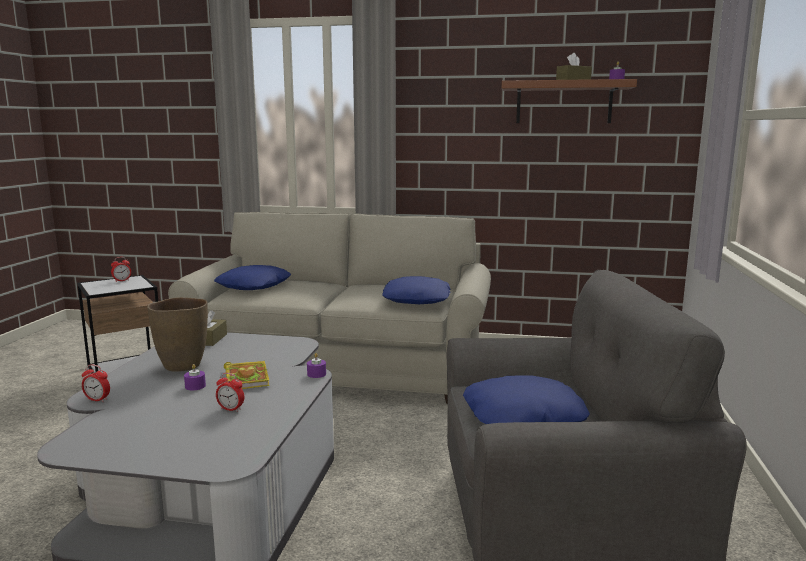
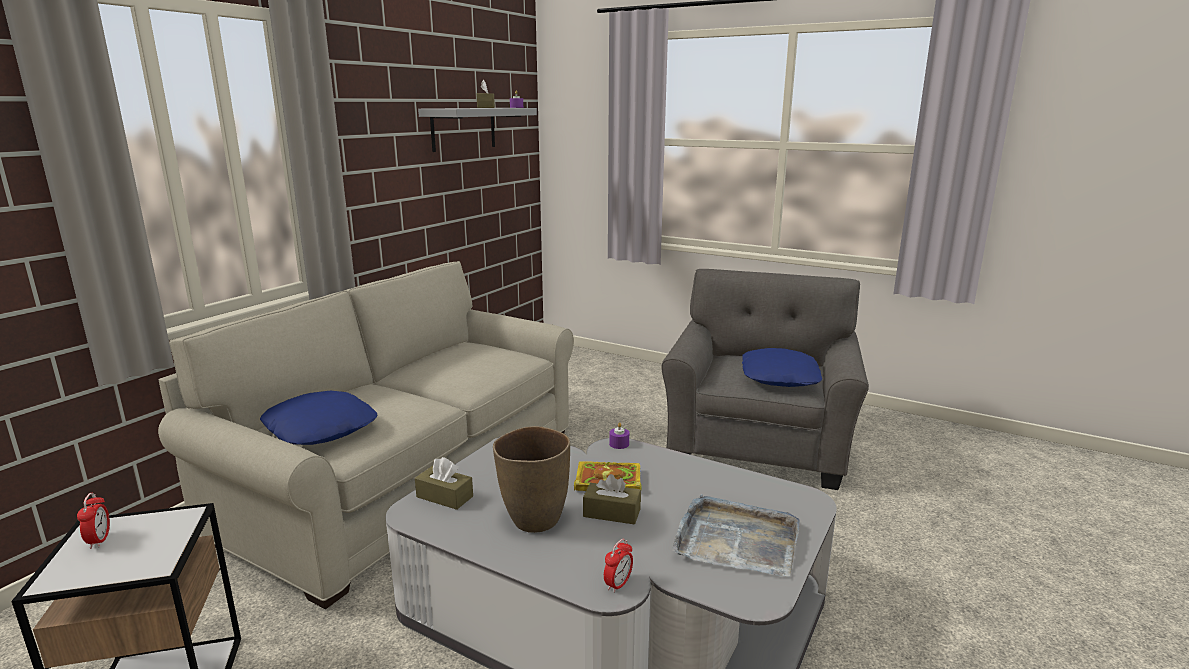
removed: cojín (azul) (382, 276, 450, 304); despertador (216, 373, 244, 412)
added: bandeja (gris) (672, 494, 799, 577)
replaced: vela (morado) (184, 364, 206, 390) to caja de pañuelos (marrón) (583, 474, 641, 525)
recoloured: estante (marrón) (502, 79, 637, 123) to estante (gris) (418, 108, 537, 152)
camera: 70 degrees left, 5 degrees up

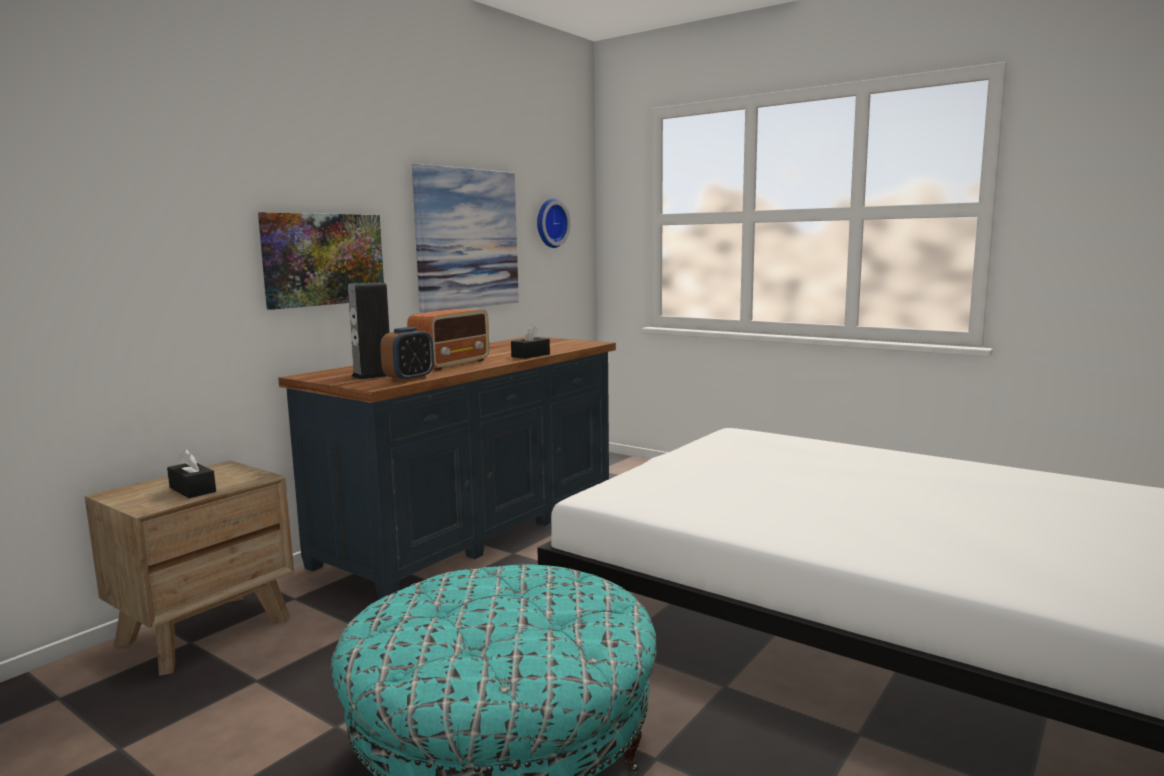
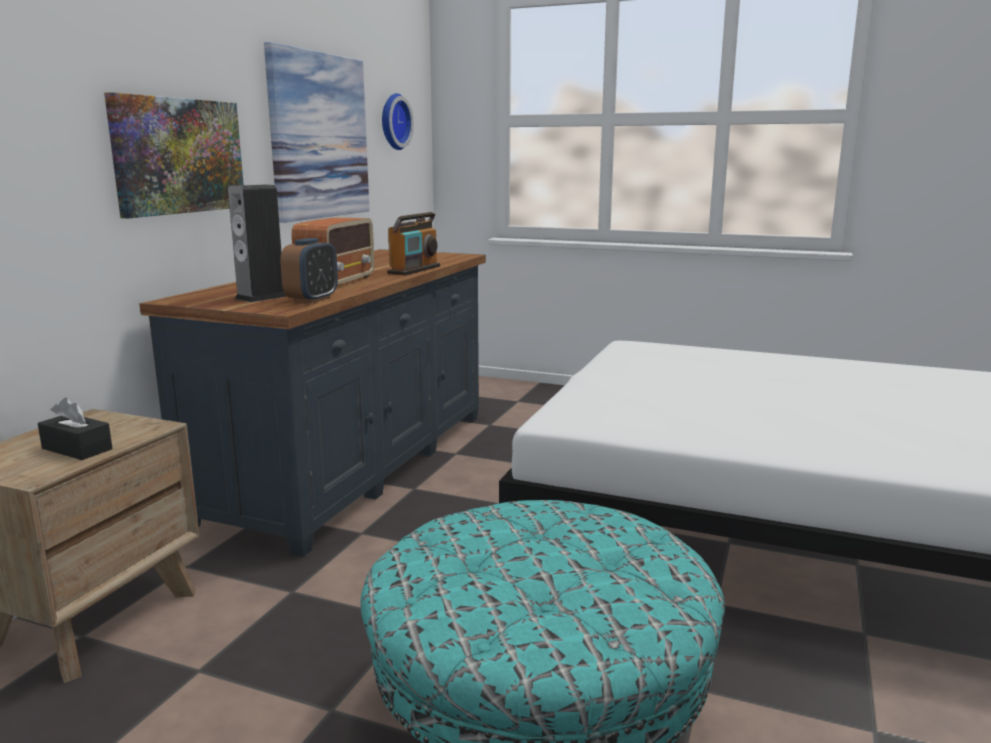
replaced: caja de pañuelos (negro) (511, 325, 550, 359) to radio (387, 212, 440, 275)
camera: 15 degrees left, 5 degrees up

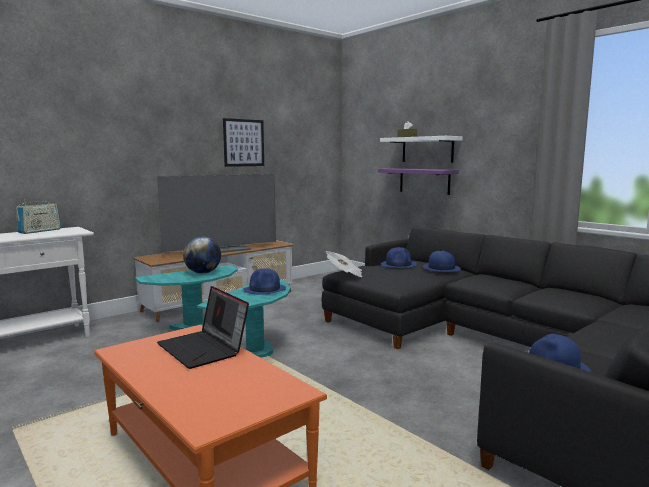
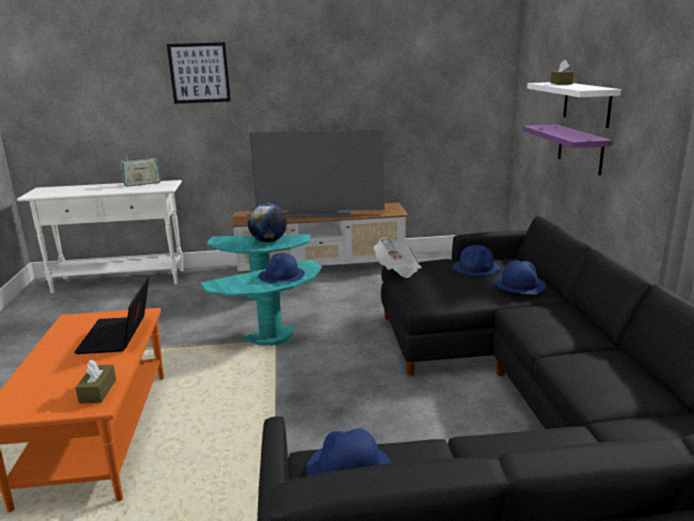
added: caja de pañuelos (marrón) (75, 360, 116, 404)
moved: cuadro (223, 118, 264, 167) to (167, 42, 231, 104)
camera: 35 degrees right, 10 degrees up

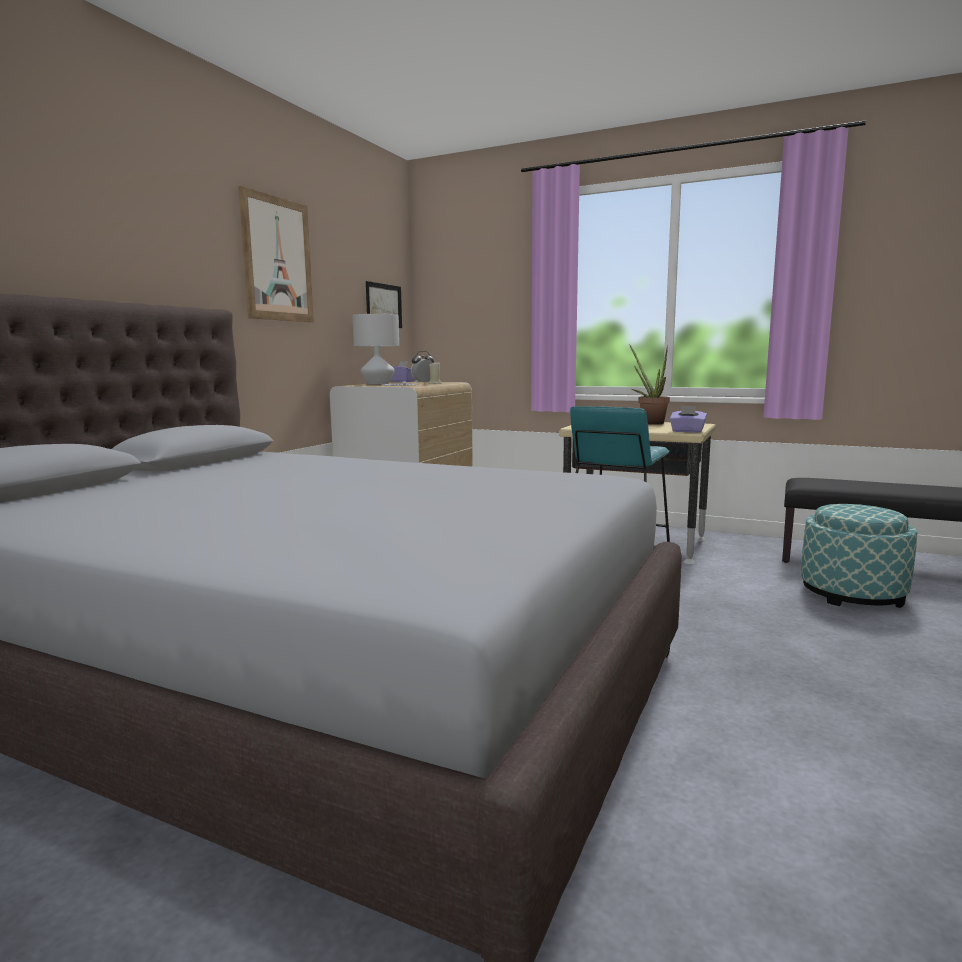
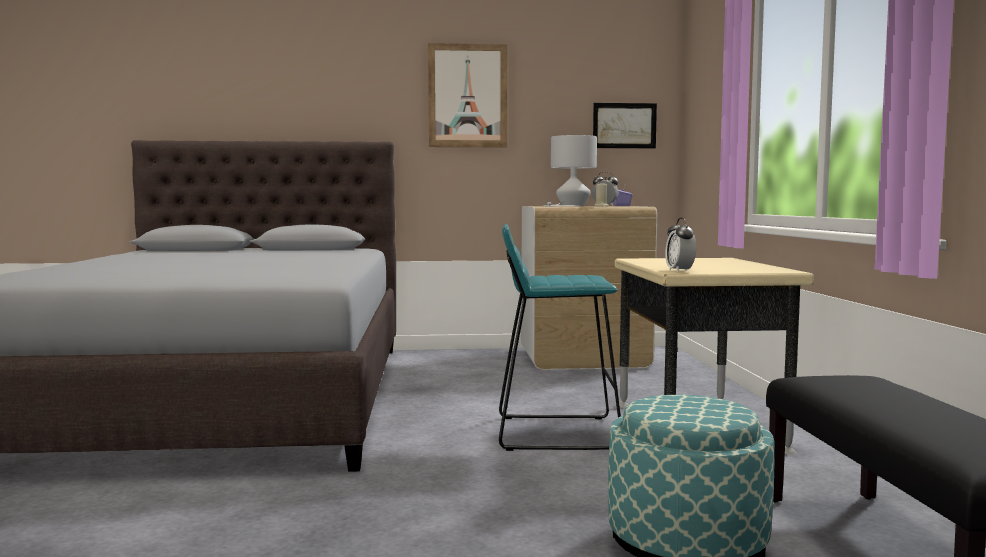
removed: planta en maceta (629, 344, 670, 425)
replaced: caja de pañuelos (morado) (670, 405, 707, 433) to despertador (665, 218, 696, 272)
camera: 60 degrees right, 5 degrees down

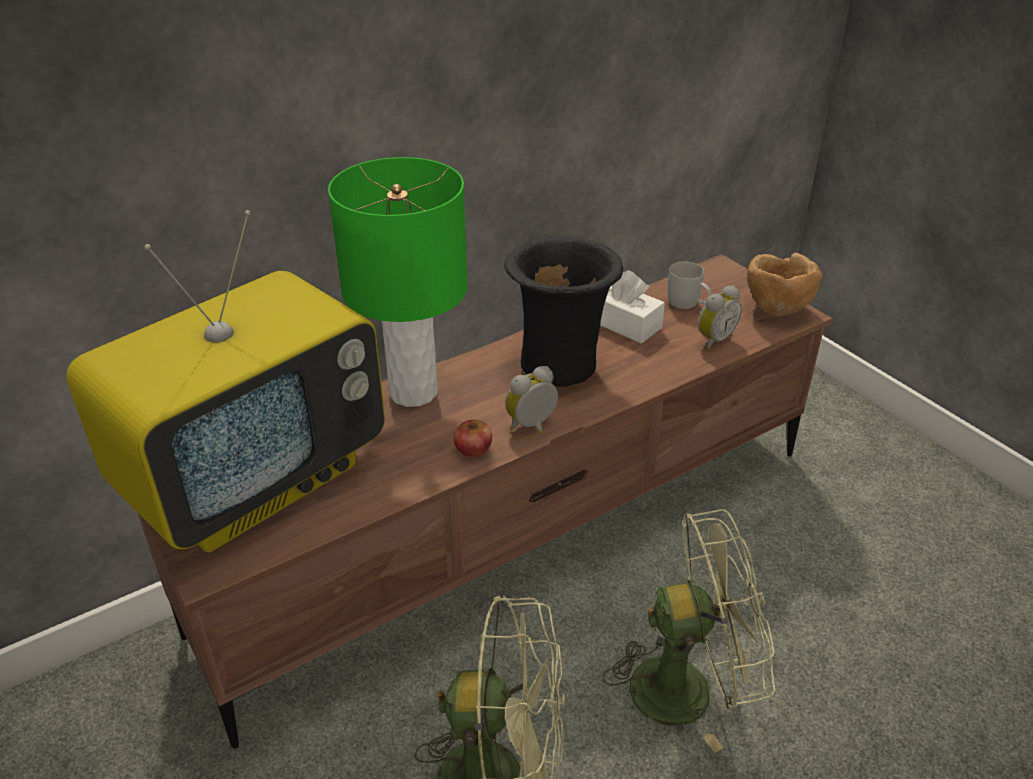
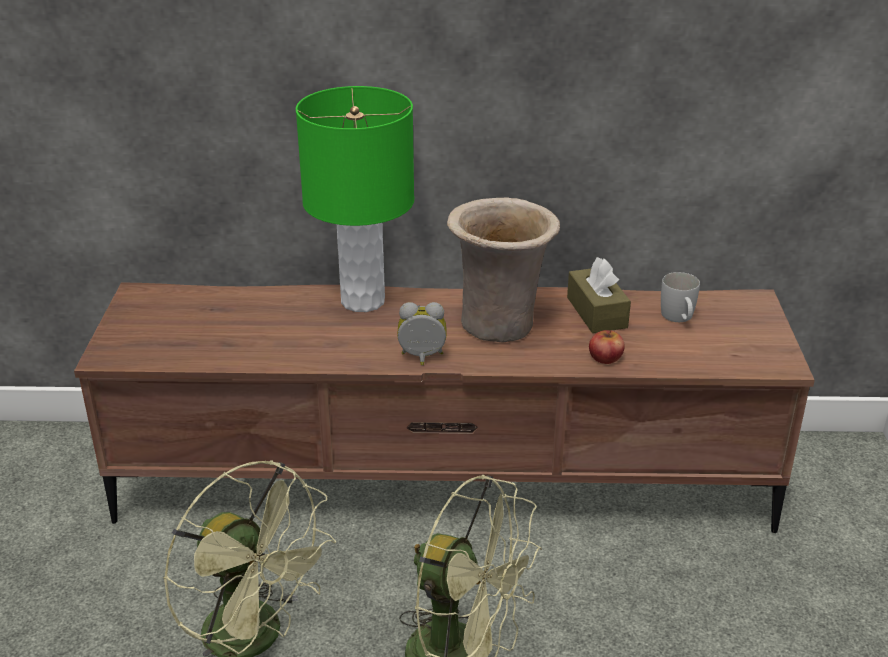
removed: televisor (66, 210, 385, 553); cuenco (marrón) (747, 253, 822, 316); despertador (698, 285, 742, 350)
moved: manzana (454, 420, 492, 457) to (589, 330, 625, 364)
recoloured: florero (negro) (504, 236, 624, 387) to florero (beis) (447, 198, 560, 343); caja de pañuelos (blanco) (600, 270, 665, 343) to caja de pañuelos (marrón) (567, 257, 631, 333)
camera: 35 degrees right, 5 degrees down

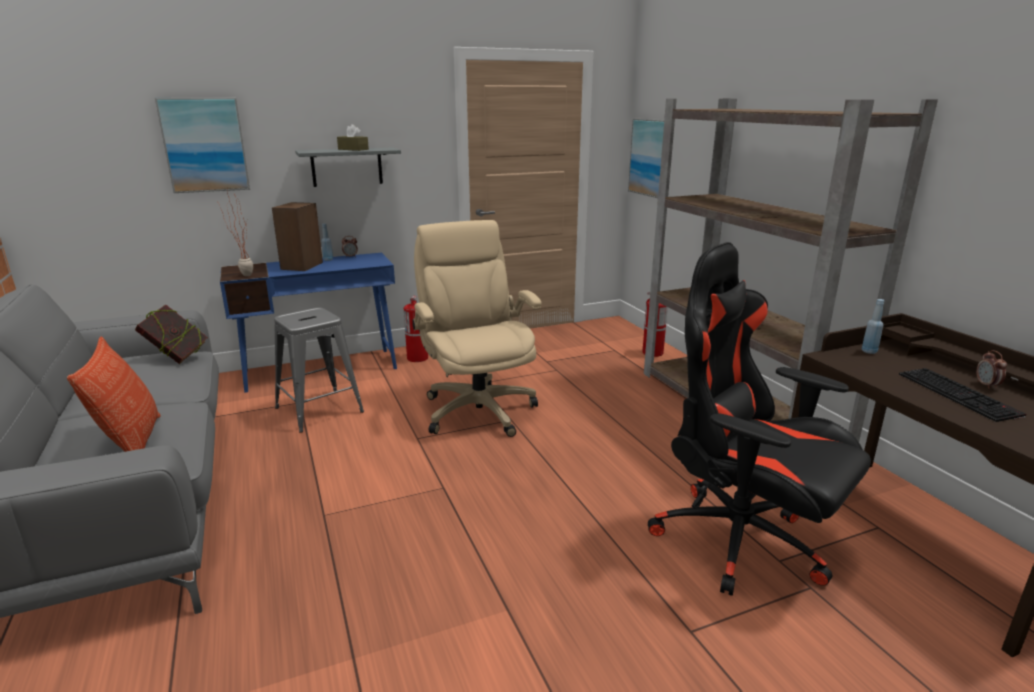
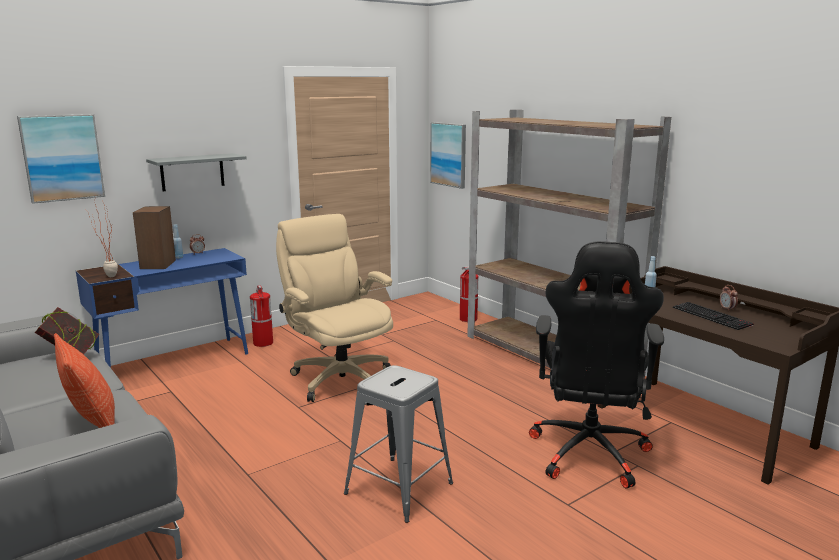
removed: caja de pañuelos (marrón) (337, 124, 369, 151)
moved: taburete (gris) (274, 308, 364, 433) to (344, 365, 453, 523)
turned: silla de oficina (negro) (648, 242, 871, 596) = (529, 241, 664, 488) 105 degrees counterclockwise
camera: 15 degrees left, 5 degrees down

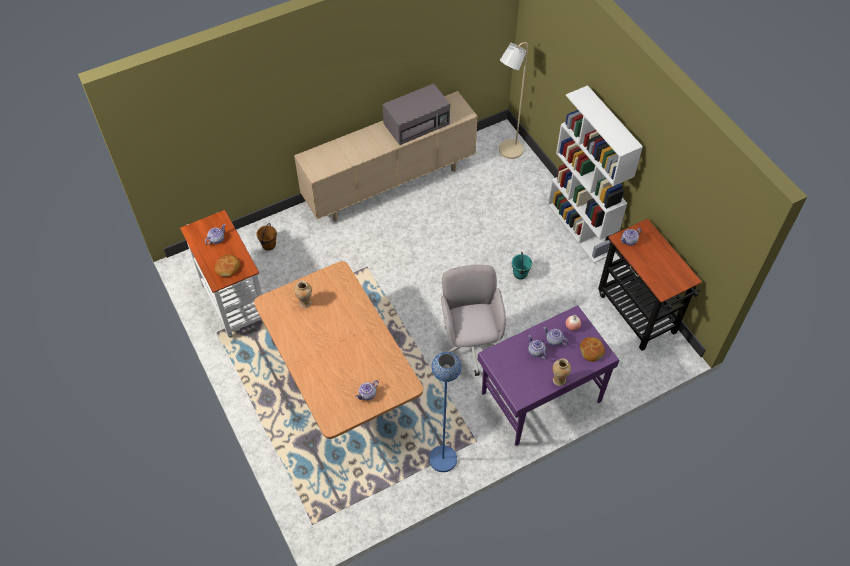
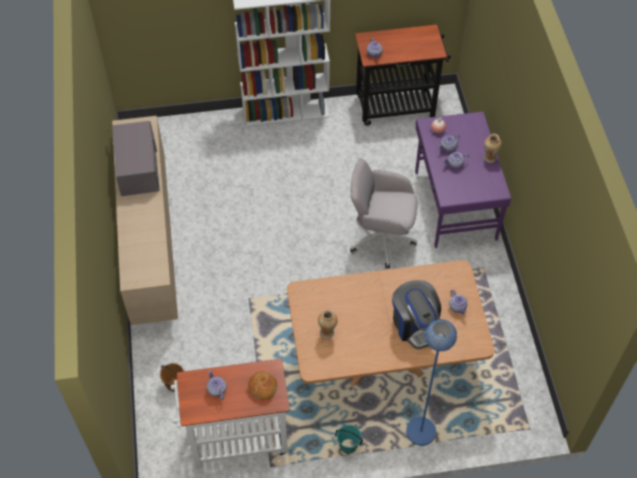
removed: lámpara de pie (beis) (499, 42, 528, 159); pan (580, 337, 605, 362)
added: cafetera (392, 280, 441, 349)
moved: cubo (turquesa) (512, 252, 532, 280) to (335, 425, 363, 454); lámpara de pie (azul) (429, 352, 461, 472) to (406, 319, 457, 446)
camera: 70 degrees left, 0 degrees up

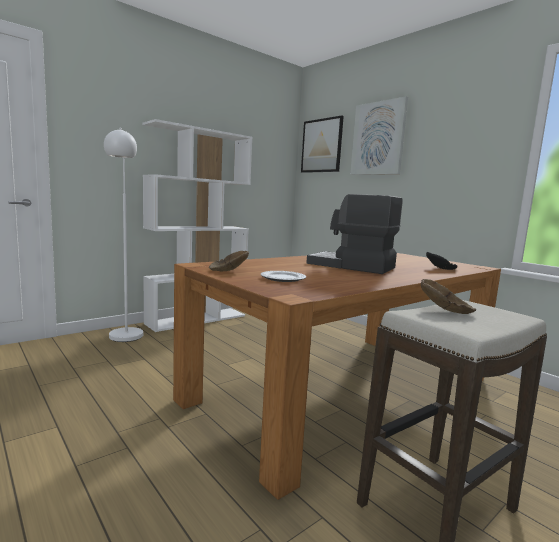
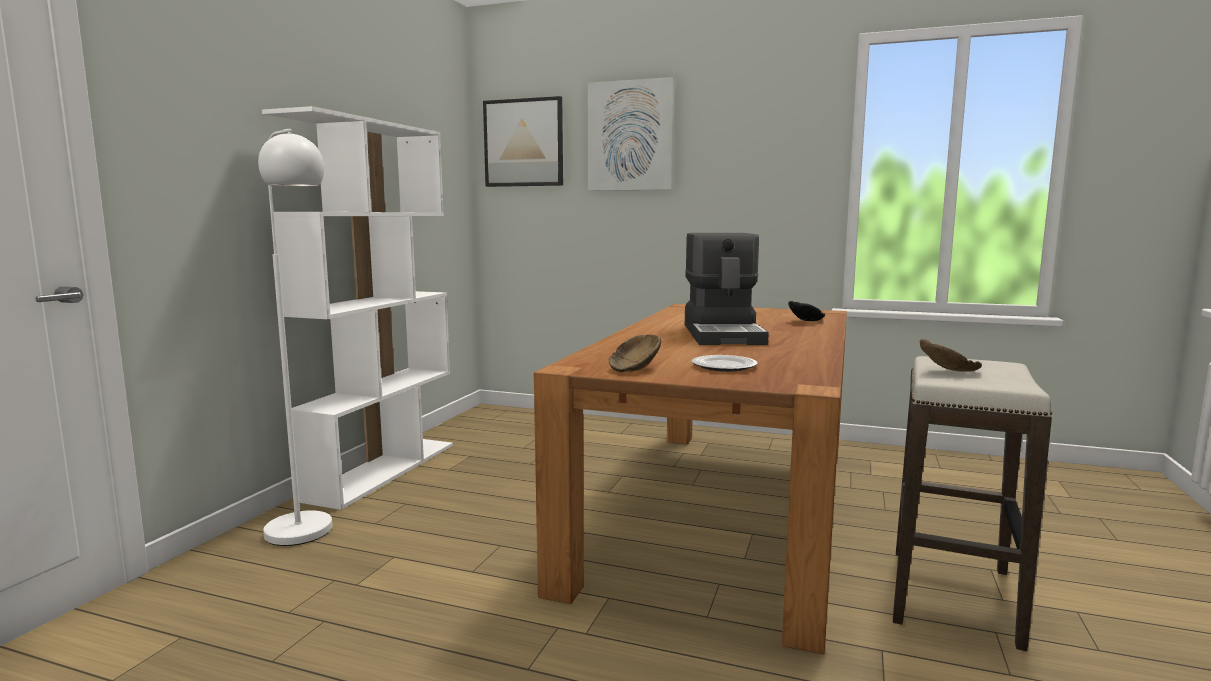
turned: cafetera (306, 194, 403, 274) = (685, 233, 769, 345) 90 degrees counterclockwise
camera: 30 degrees left, 0 degrees up

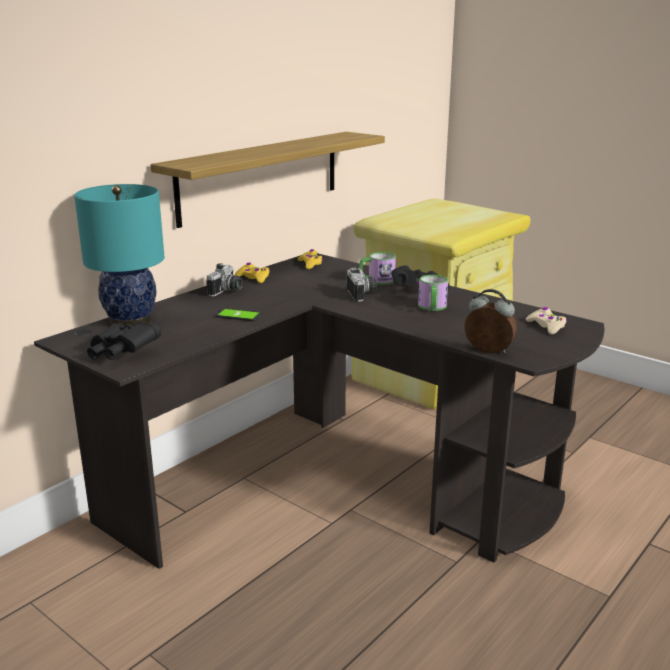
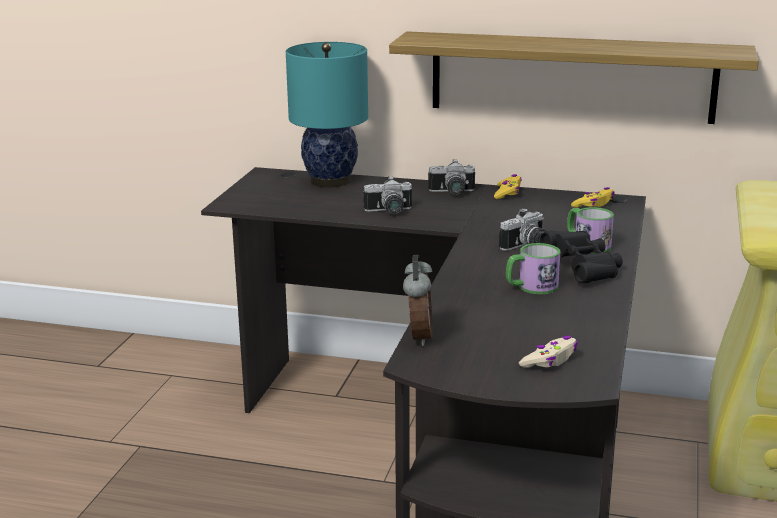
removed: prismáticos (negro) (87, 322, 161, 360)
replaced: móvil (215, 308, 262, 321) to cámara (363, 176, 412, 214)
camera: 65 degrees right, 0 degrees up

